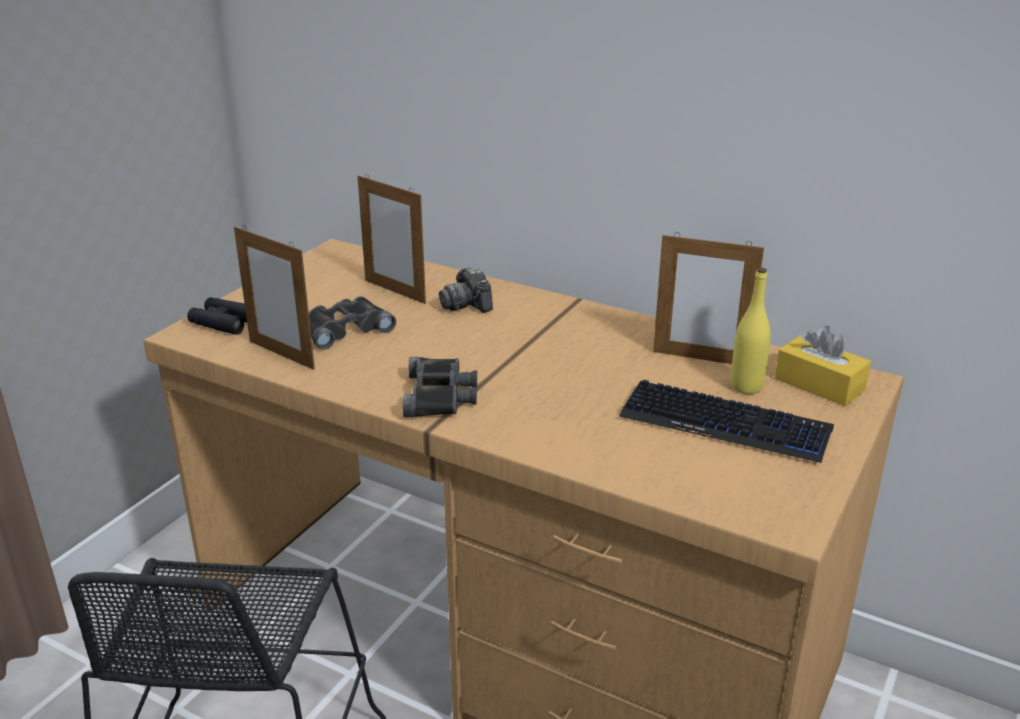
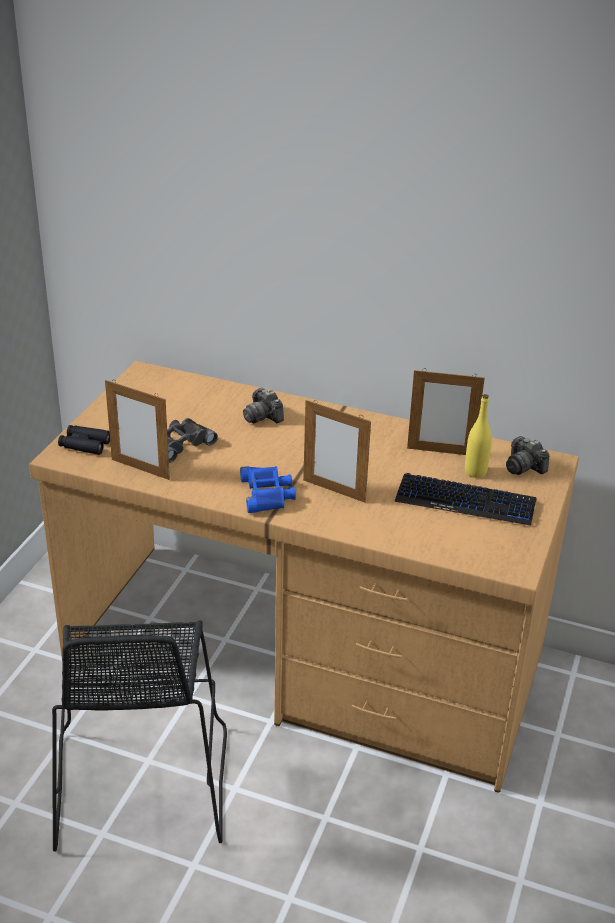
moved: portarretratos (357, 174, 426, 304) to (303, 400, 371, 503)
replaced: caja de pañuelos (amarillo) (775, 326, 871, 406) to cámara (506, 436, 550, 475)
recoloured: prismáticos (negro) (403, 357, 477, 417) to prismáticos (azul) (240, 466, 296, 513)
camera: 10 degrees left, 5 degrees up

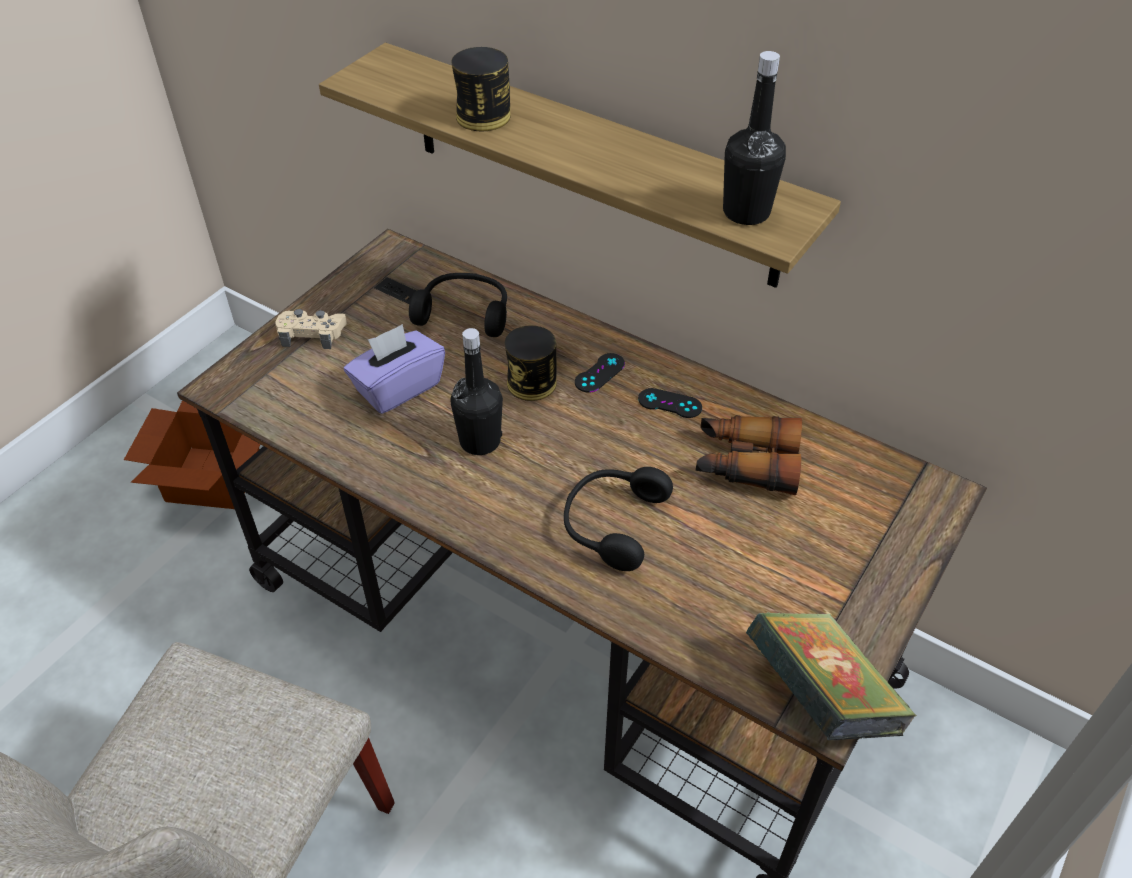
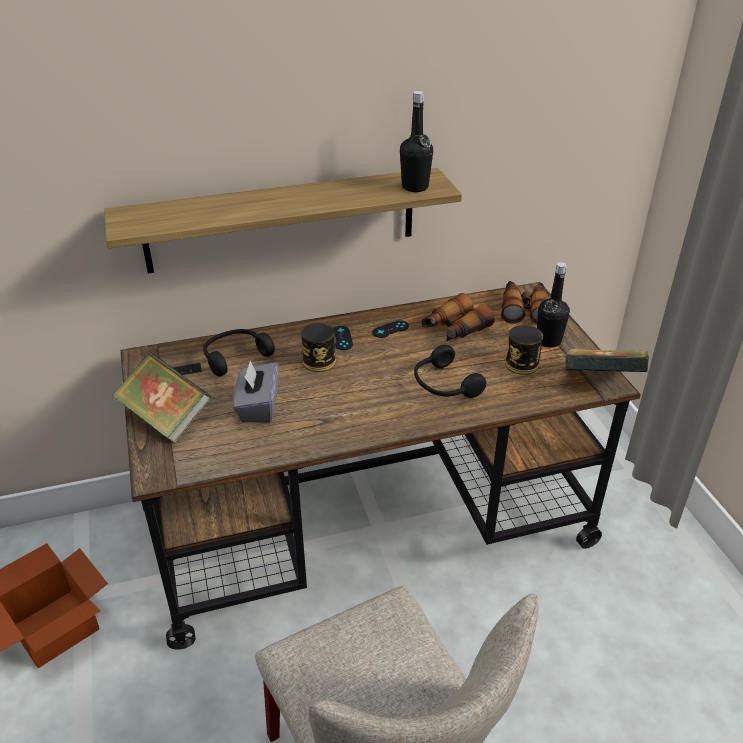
added: prismáticos (501, 281, 549, 325)
moved: lata (451, 47, 510, 131) to (505, 325, 543, 375); botella (negro) (450, 328, 503, 455) to (537, 262, 570, 348)
replaced: mando de consola (beis) (275, 309, 347, 349) to libro (112, 353, 212, 443)
recoloured: caja de pañuelos (morado) (344, 324, 445, 414) to caja de pañuelos (gris) (233, 360, 278, 422)
camera: 50 degrees left, 10 degrees down

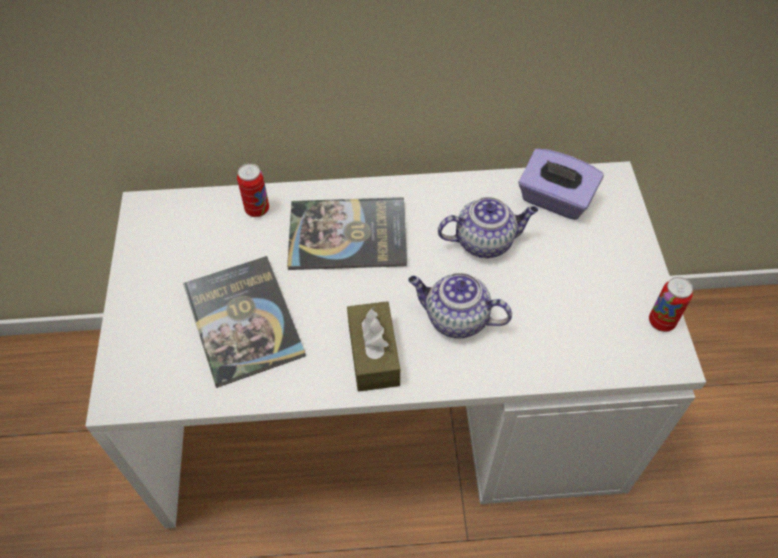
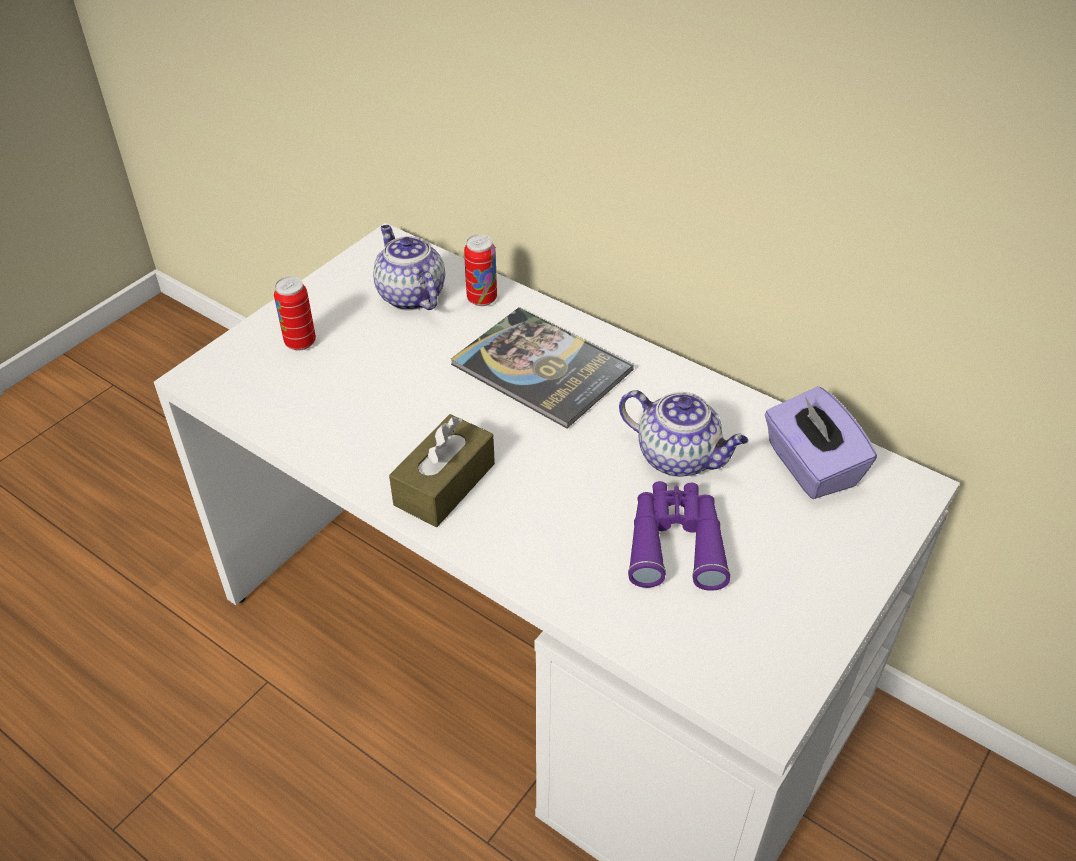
removed: libro (183, 256, 306, 388)
added: prismáticos (morado) (628, 481, 731, 591)
moved: tetera (408, 273, 512, 338) to (373, 225, 445, 310); lata (649, 277, 693, 332) to (274, 276, 316, 350)
camera: 40 degrees right, 10 degrees down

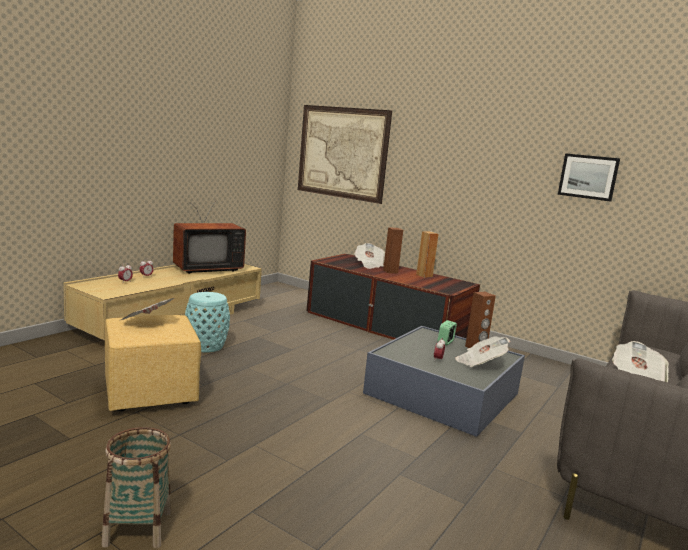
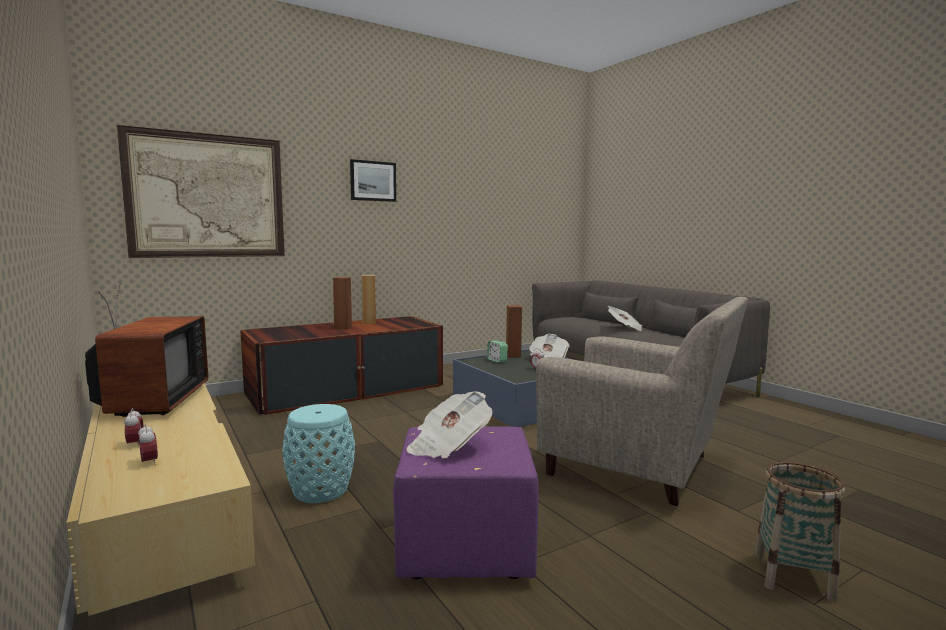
removed: periódico (354, 243, 385, 269)
added: sillón (beis) (536, 297, 748, 506)
moved: cuadro (558, 153, 620, 202) to (350, 159, 396, 202)
recoloured: puf (amarillo) (105, 315, 201, 411) to puf (morado) (393, 426, 539, 579)
camera: 65 degrees left, 5 degrees down

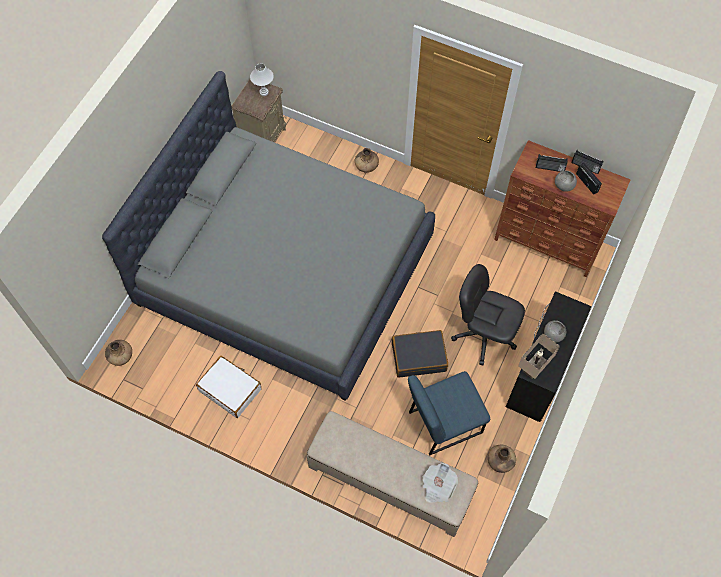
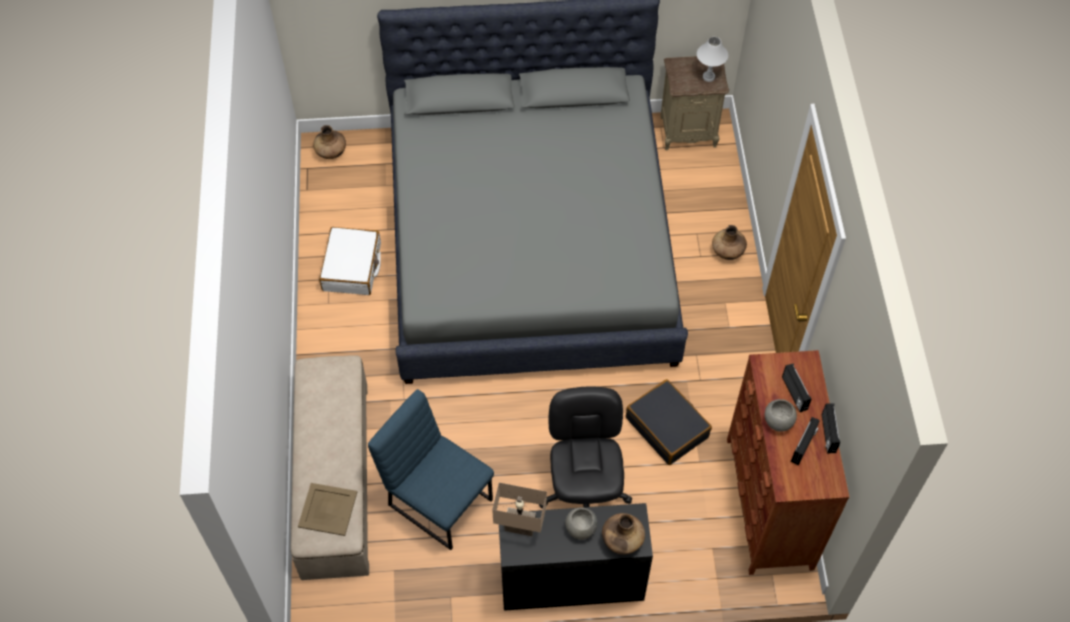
moved: maleta (negro) (392, 330, 448, 378) to (626, 379, 712, 465); florero (marrón) (488, 445, 516, 473) to (602, 513, 645, 555)
replaced: periódico (422, 463, 458, 502) to bandeja (beis) (298, 483, 357, 536)
camera: 60 degrees right, 5 degrees down

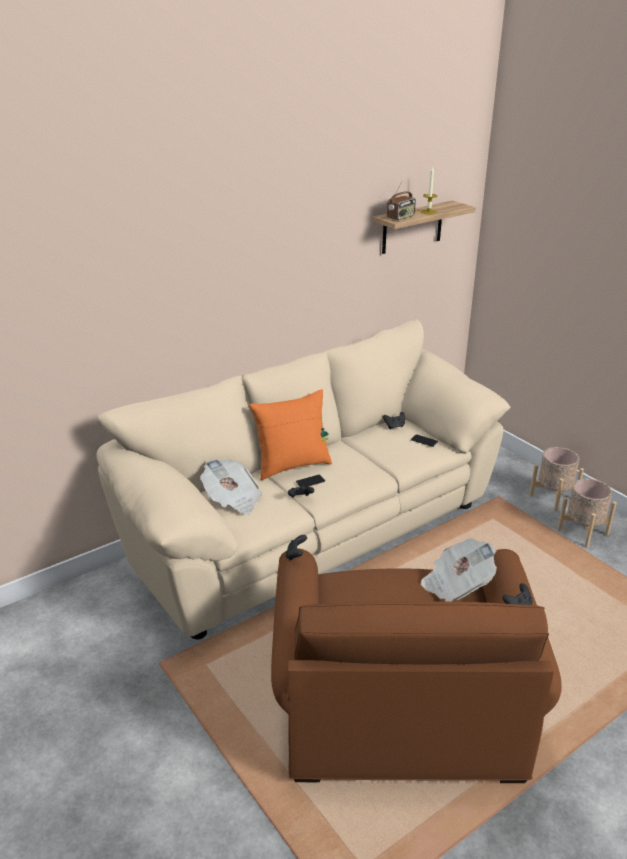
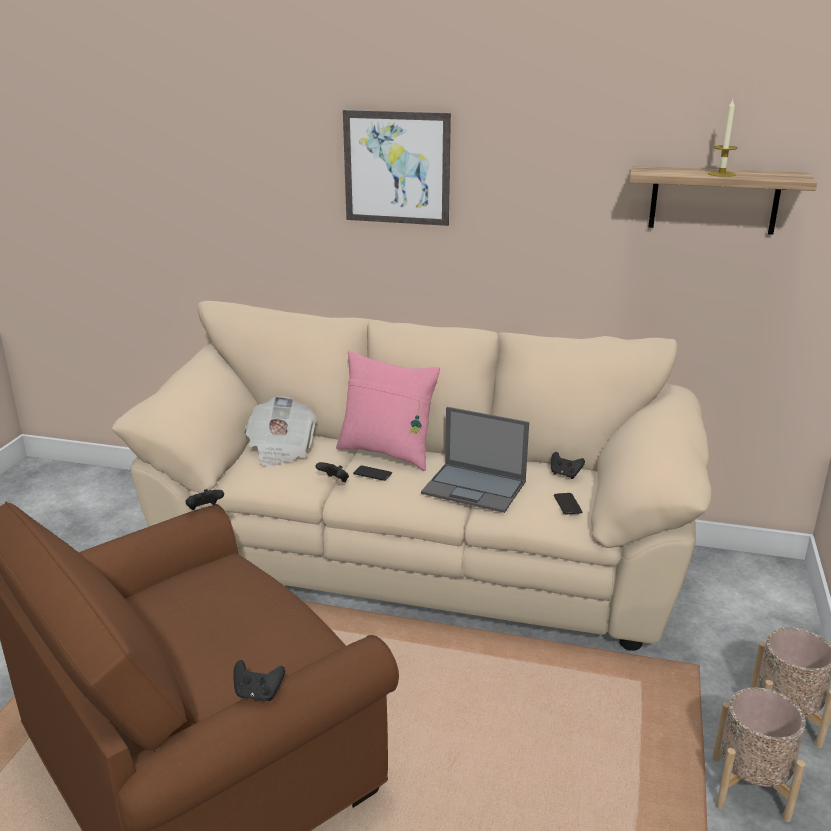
removed: radio (387, 182, 416, 220); periódico (421, 538, 497, 602)
added: cuadro (343, 110, 451, 226); portátil (421, 407, 529, 513)
recoloured: cojín (naranja) (249, 389, 332, 480) to cojín (rosa) (336, 351, 440, 471)
camera: 50 degrees right, 5 degrees down

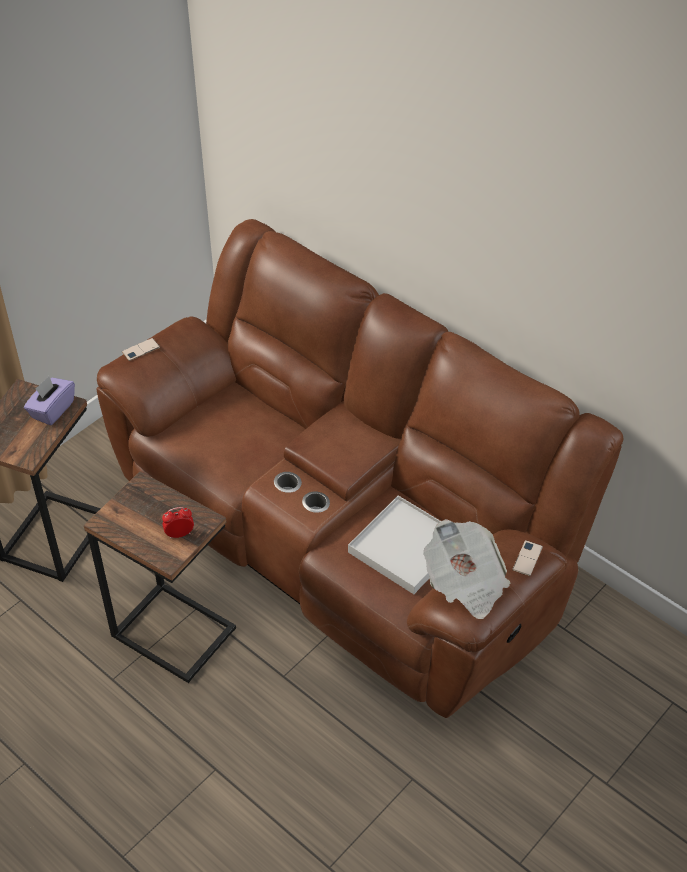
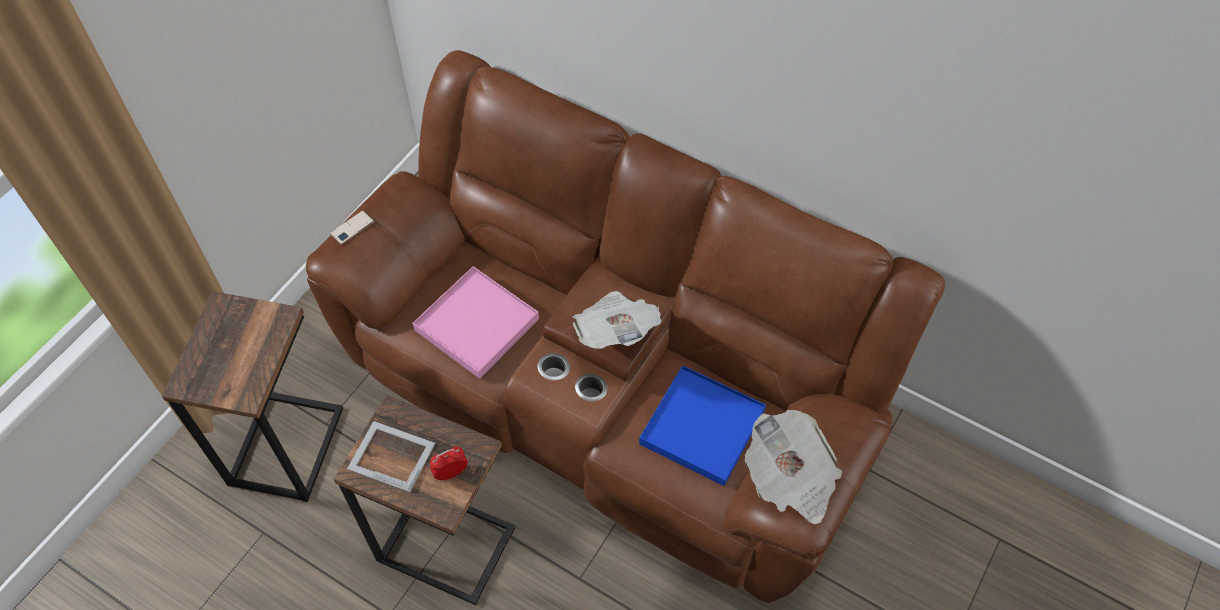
removed: caja de pañuelos (morado) (24, 376, 75, 426); móvil (512, 540, 543, 576)
added: bandeja (rosa) (413, 266, 539, 379); periódico (572, 291, 662, 349); portarretratos (347, 421, 435, 493)
recoloured: bandeja (blanco) (348, 496, 441, 594) to bandeja (azul) (639, 365, 766, 486)
camera: 10 degrees left, 10 degrees up

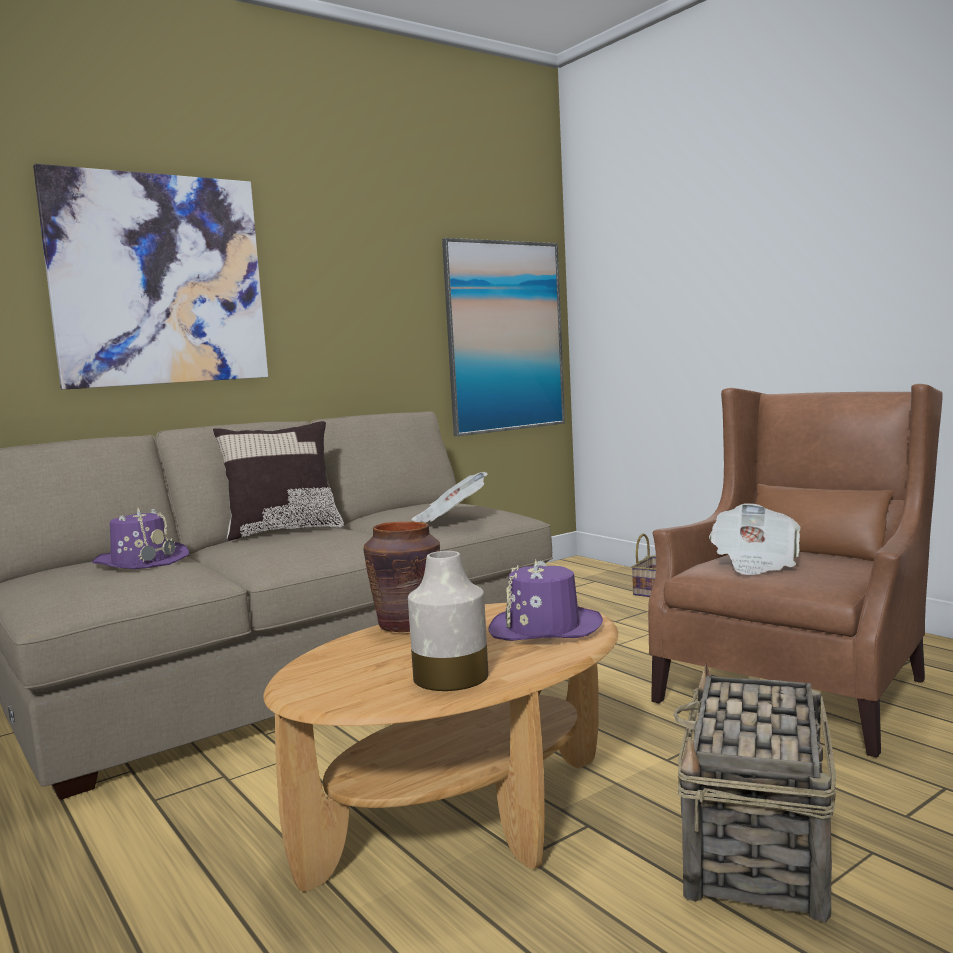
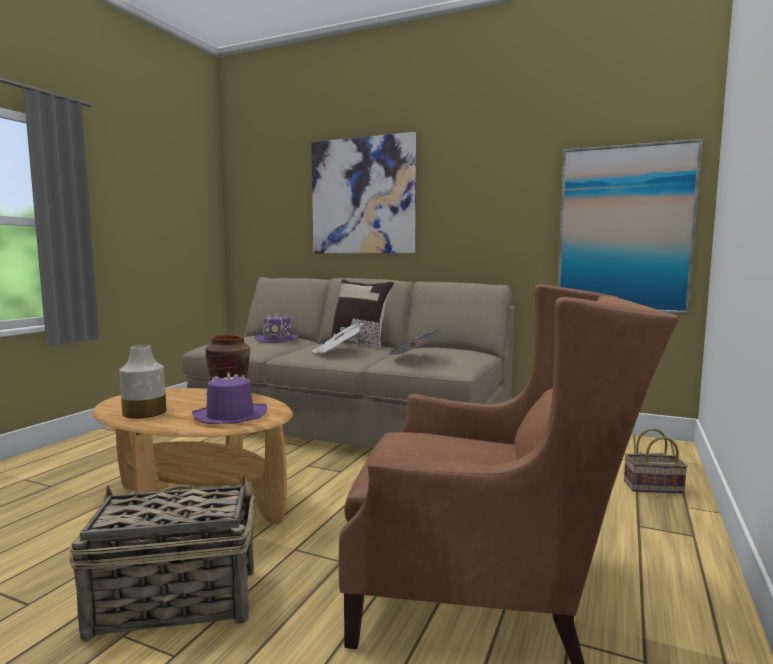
moved: periódico (709, 503, 801, 575) to (312, 323, 363, 353)
camera: 60 degrees right, 0 degrees up

